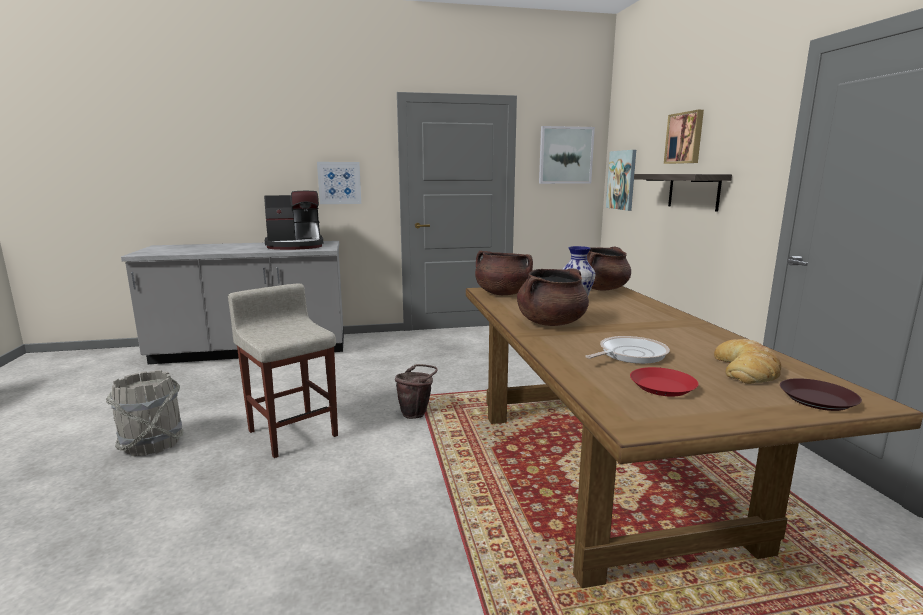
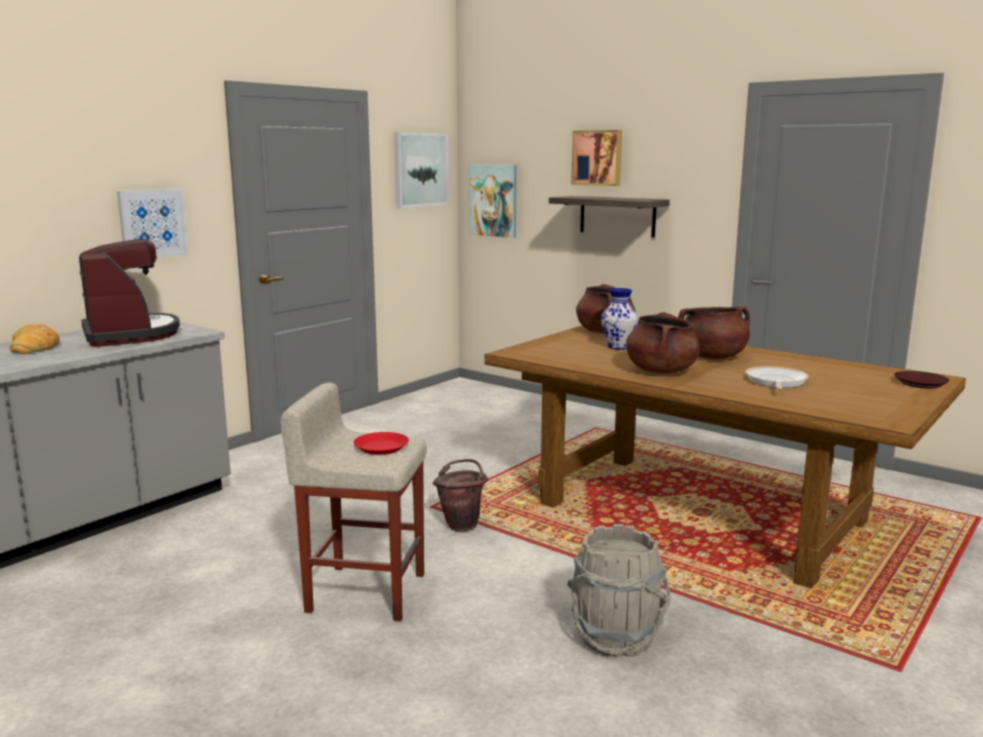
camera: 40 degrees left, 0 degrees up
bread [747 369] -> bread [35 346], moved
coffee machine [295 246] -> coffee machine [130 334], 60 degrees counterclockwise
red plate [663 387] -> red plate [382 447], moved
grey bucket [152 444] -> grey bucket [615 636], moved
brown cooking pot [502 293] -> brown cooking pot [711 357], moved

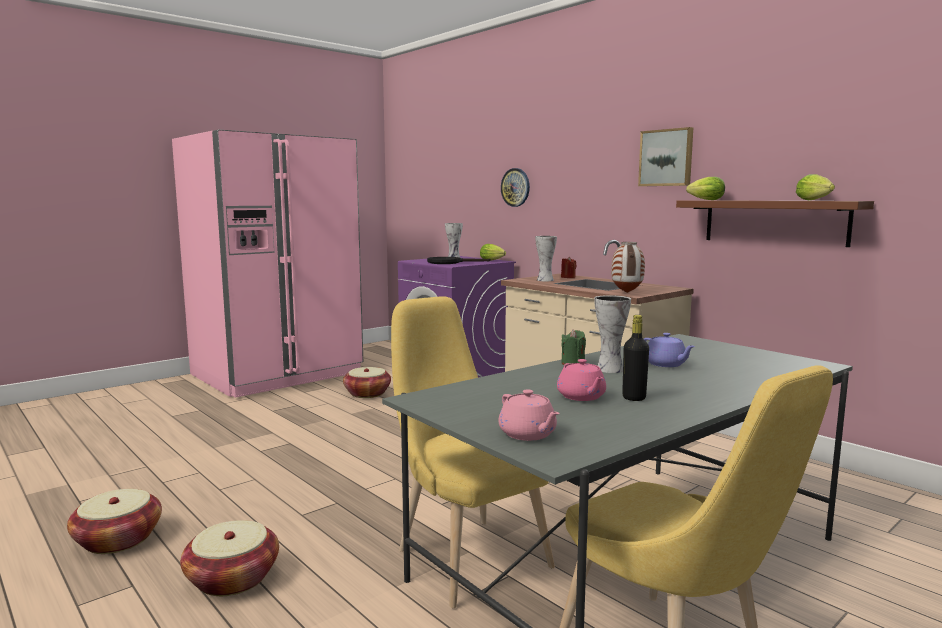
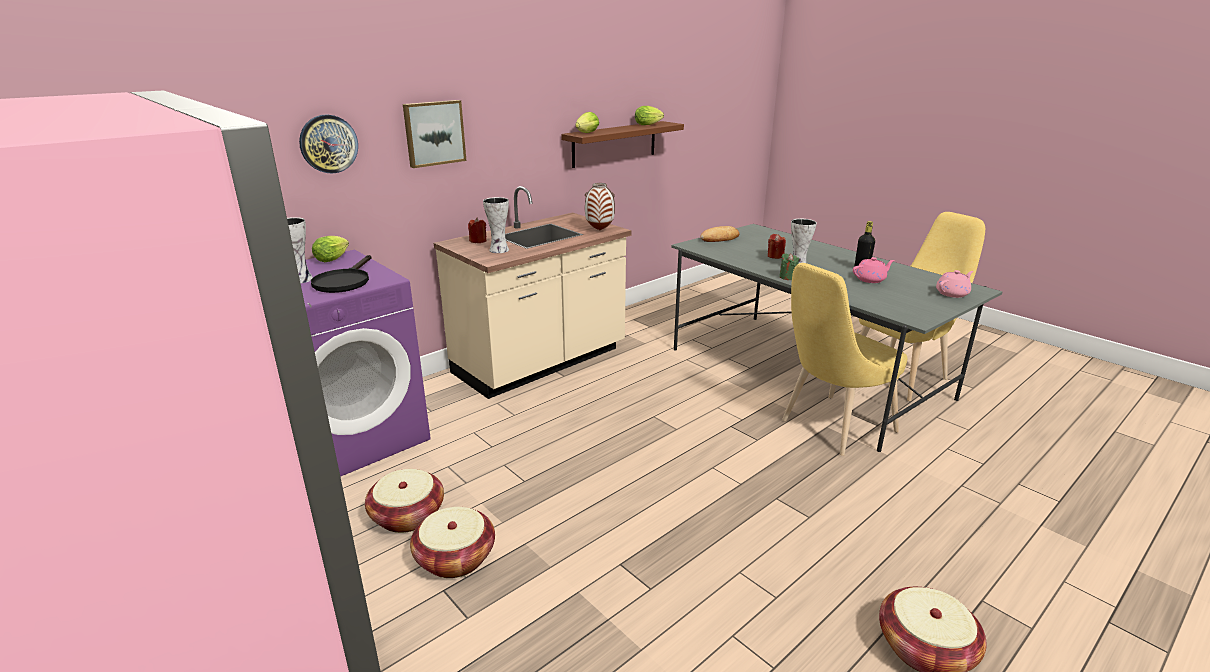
camera: 90 degrees left, 15 degrees up
picture [666 158] -> picture [434 133], moved
basket [232 579] -> basket [455 558], moved
none -> bread [719 238]
purple teapot [666 364] -> red candle [775 256]

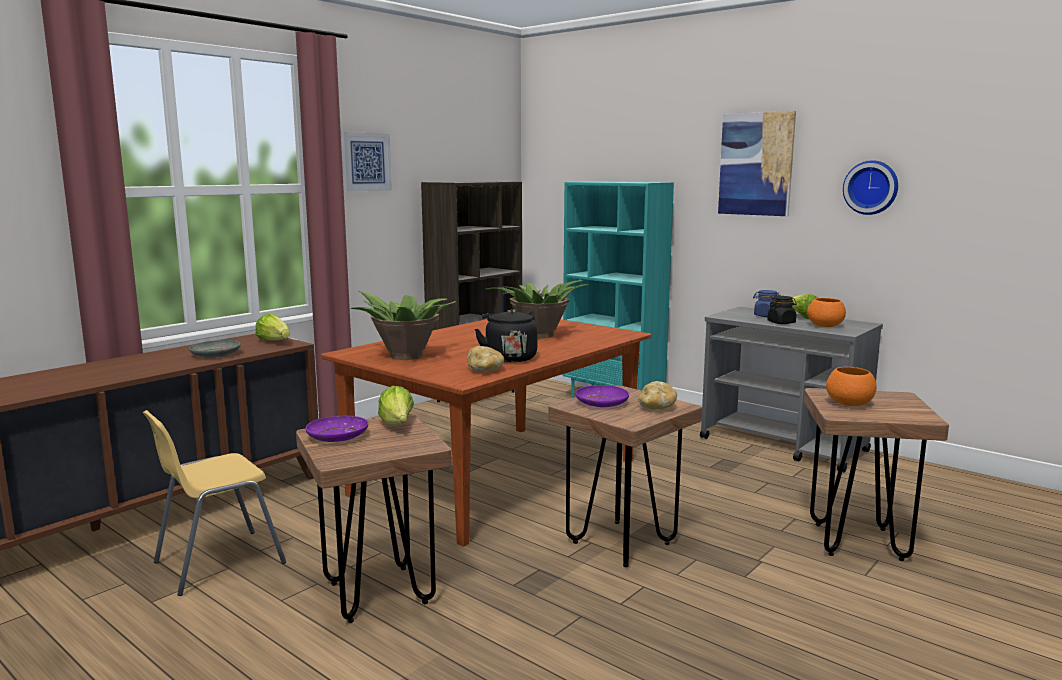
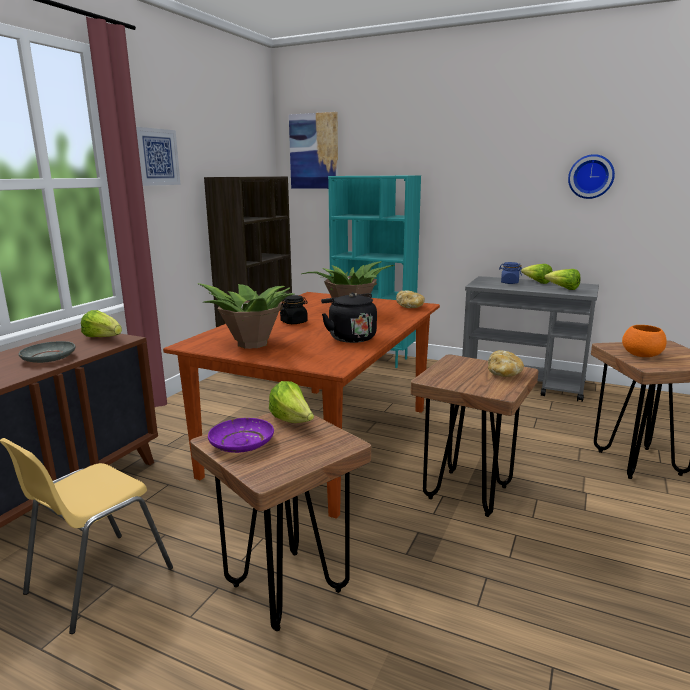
camera: 15 degrees left, 5 degrees up
black jar [781 322] -> black jar [294 322], moved
picture [756 164] -> picture [314 151], moved
bread [485 370] -> bread [410 307], moved
orange bowl [825 326] -> lettuce [563 289]
purple plate [602 403] -> none

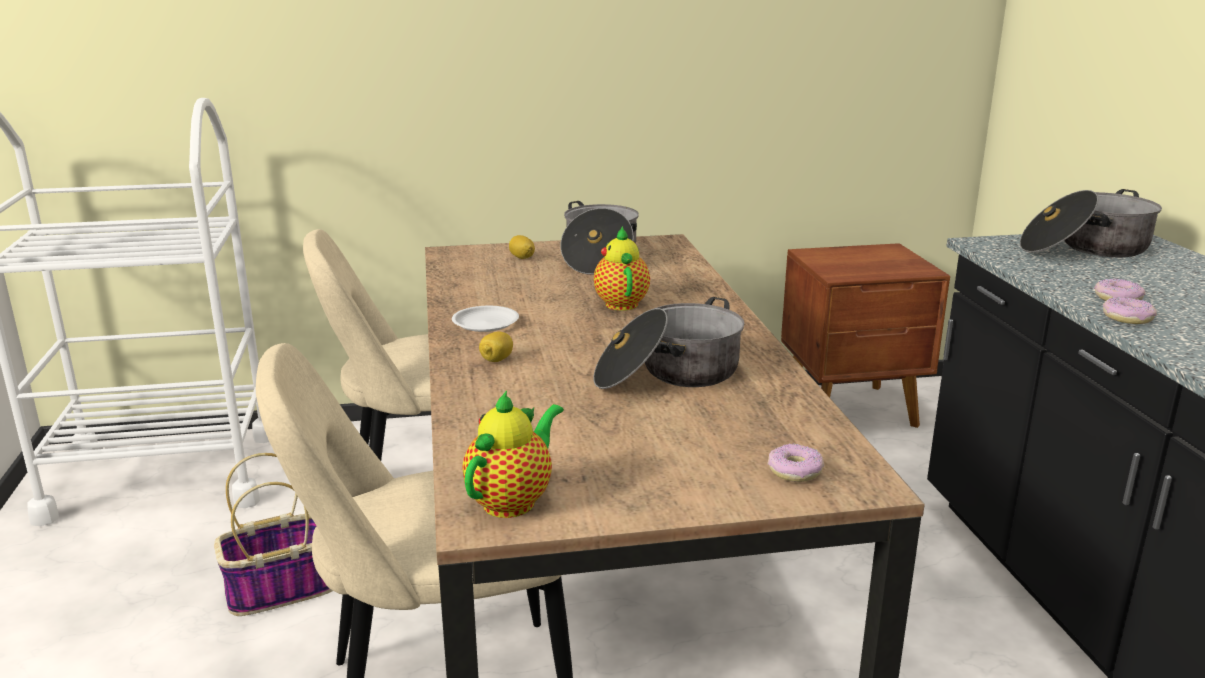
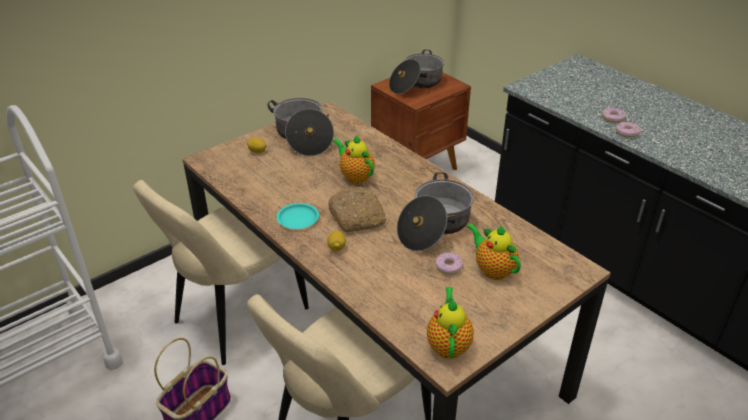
camera: 30 degrees left, 15 degrees up
white plate [485 323] -> turquoise plate [297 218]
none -> bread [357 217]
cooking pot [1085 248] -> cooking pot [416 84], moved
donut [794 471] -> donut [448 267], moved
none -> teapot [492 269]

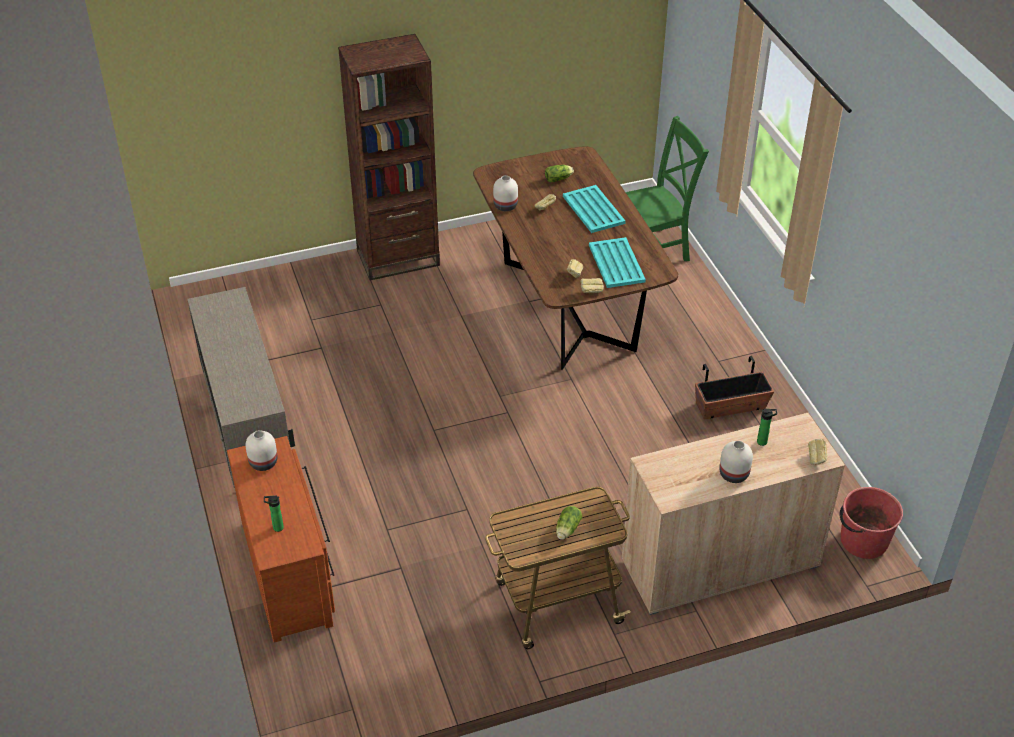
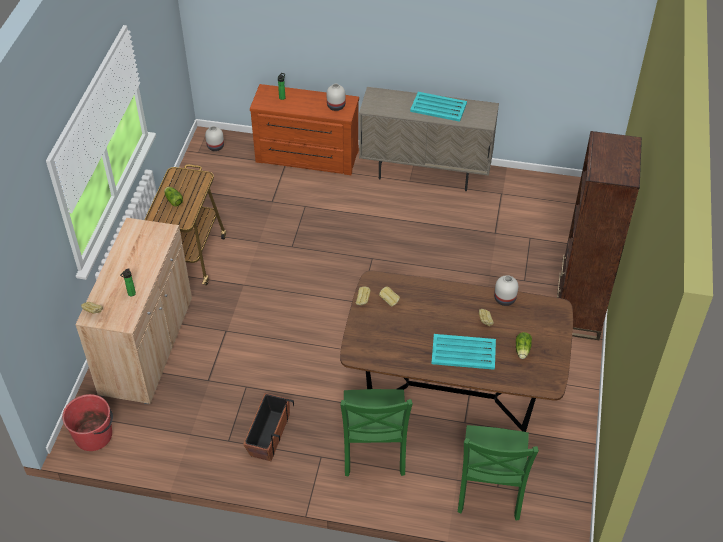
camera: 120 degrees right, 5 degrees up
white vase [734 475] -> white vase [215 146], moved
none -> green chair [373 451]
turquoise tray [616 263] -> turquoise tray [439 107], moved

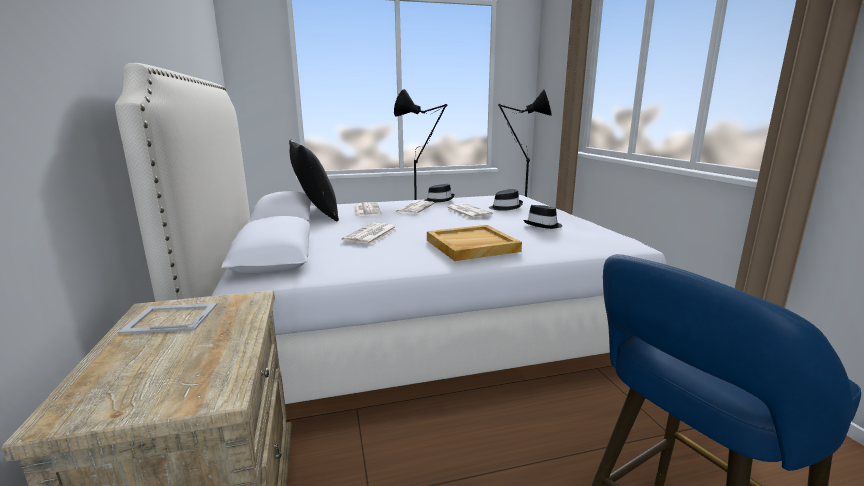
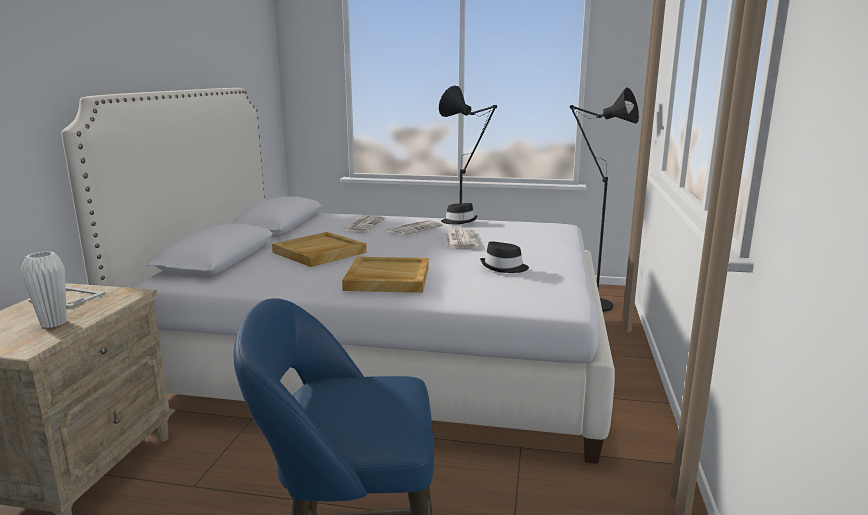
camera: 25 degrees right, 0 degrees up
none -> white vase [53 323]
newspaper [371 235] -> beige tray [319 253]
black pillow [315 214] -> none
black hat [505 207] -> none

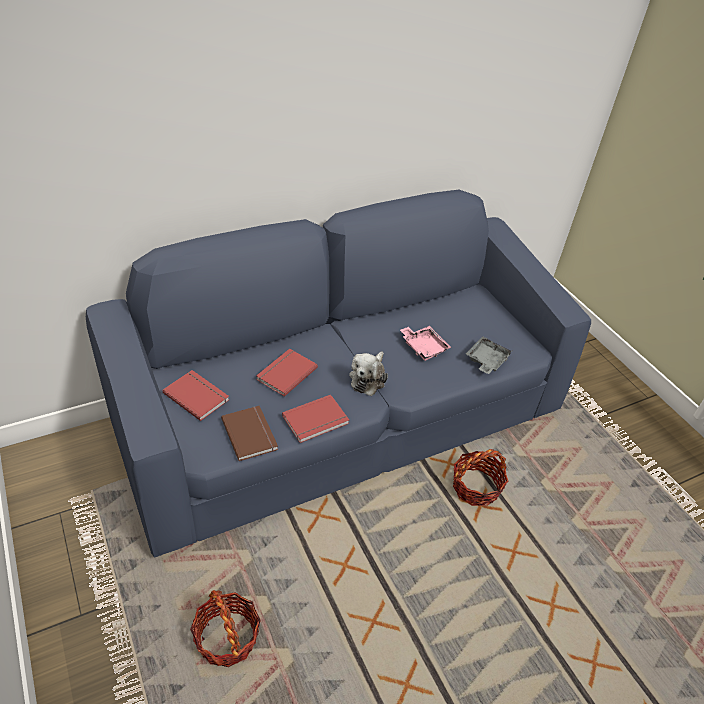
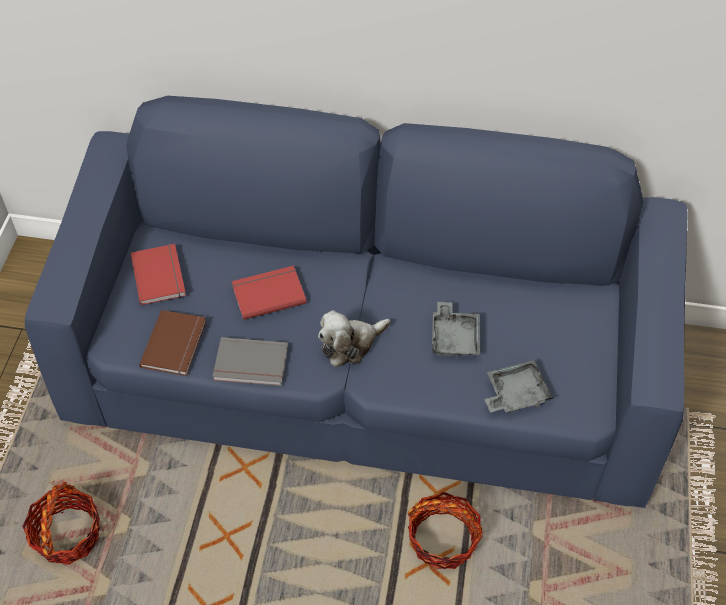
camera: 40 degrees right, 10 degrees up
red book [316 421] -> grey book [251 365]
pink tray [423 347] -> grey tray [454 337]

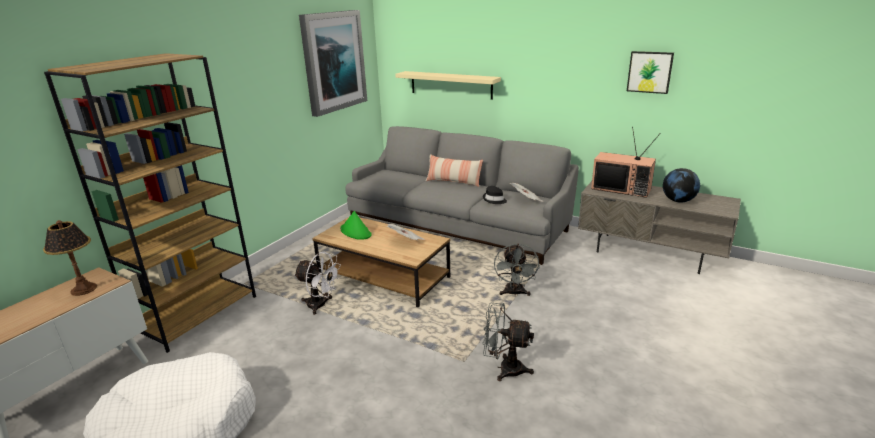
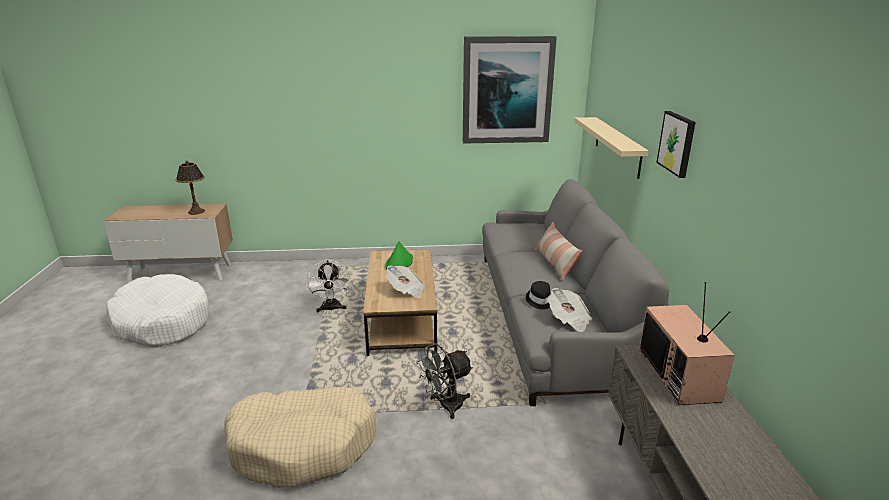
camera: 55 degrees right, 0 degrees up
grey fan [504 368] -> beige dog bed [303 445]
picture [650 72] -> picture [677 143], moved
brown bookcase [198 314] -> none
globe [678 201] -> none

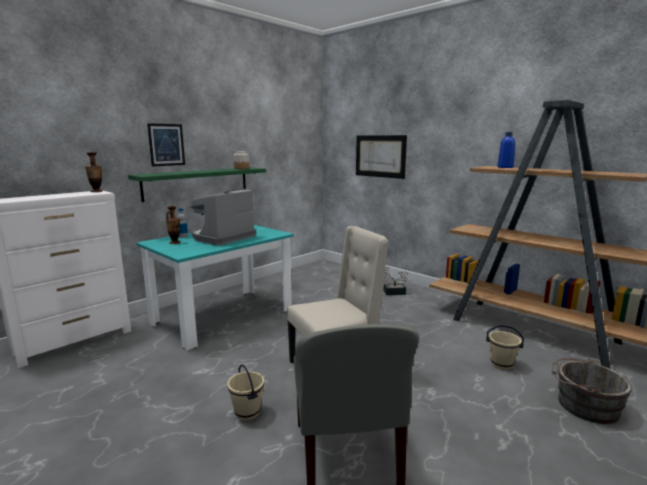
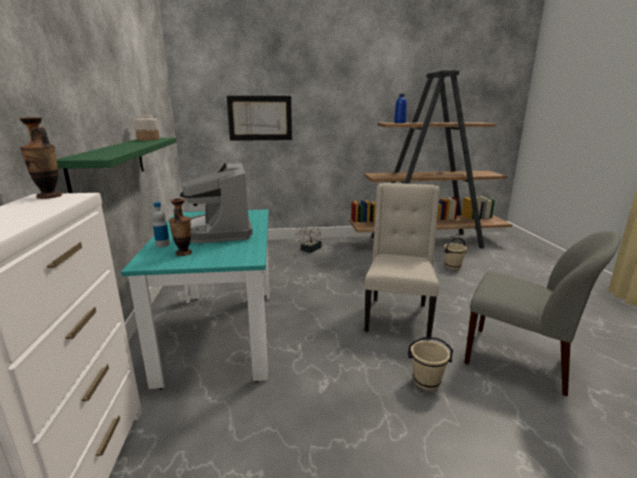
camera: 50 degrees left, 5 degrees up
picture [166 145] -> none
grey bucket [583 405] -> none

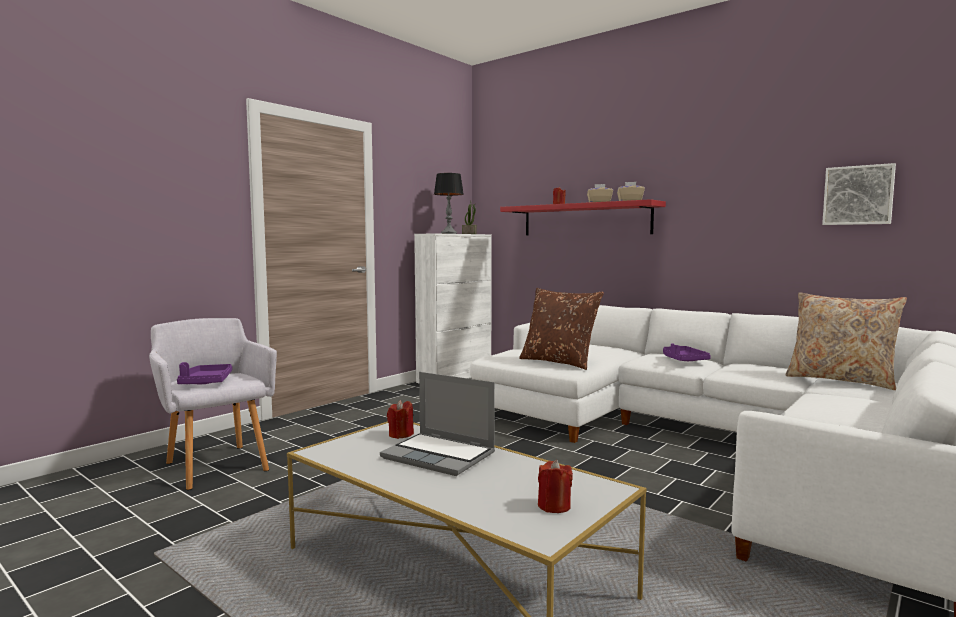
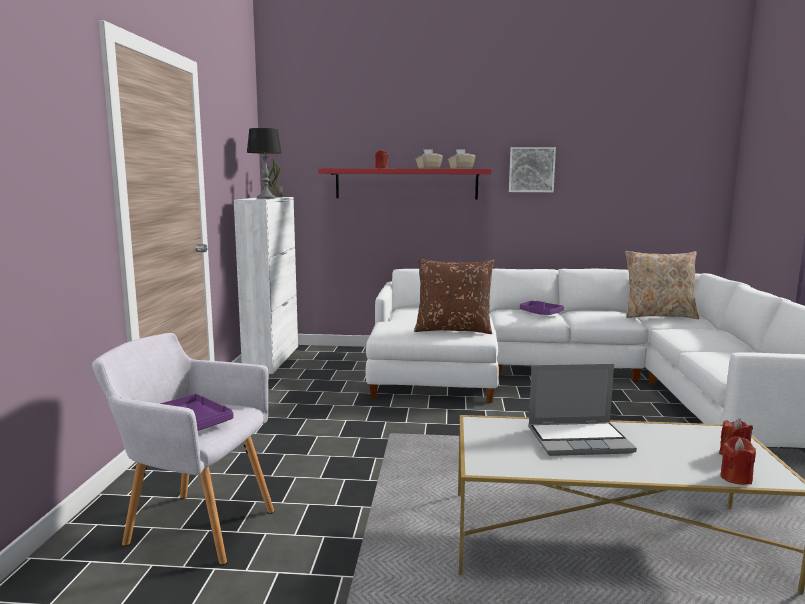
camera: 35 degrees left, 5 degrees up
picture [858 195] -> picture [531 169], moved
red candle [400 435] -> red candle [736 478], moved

